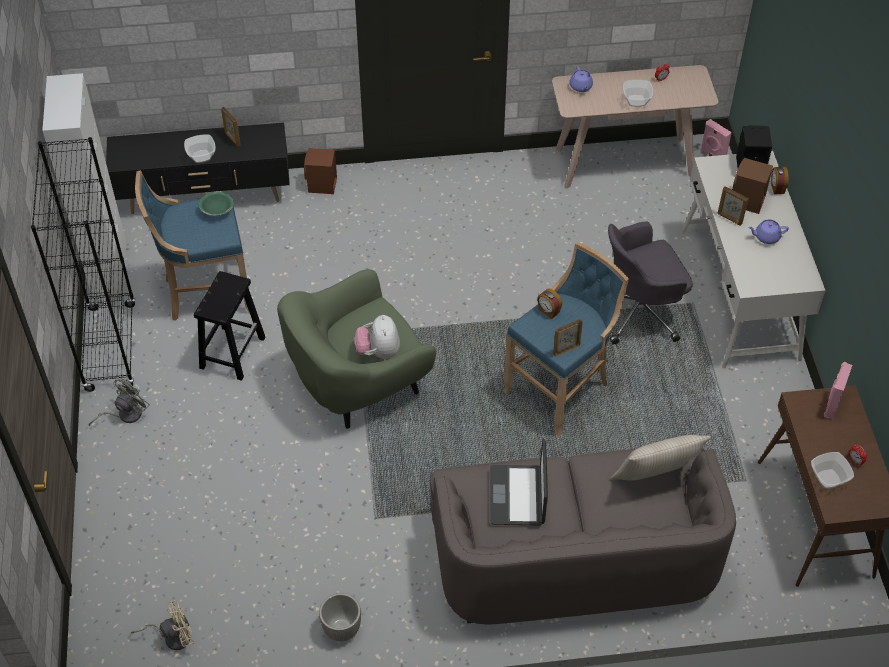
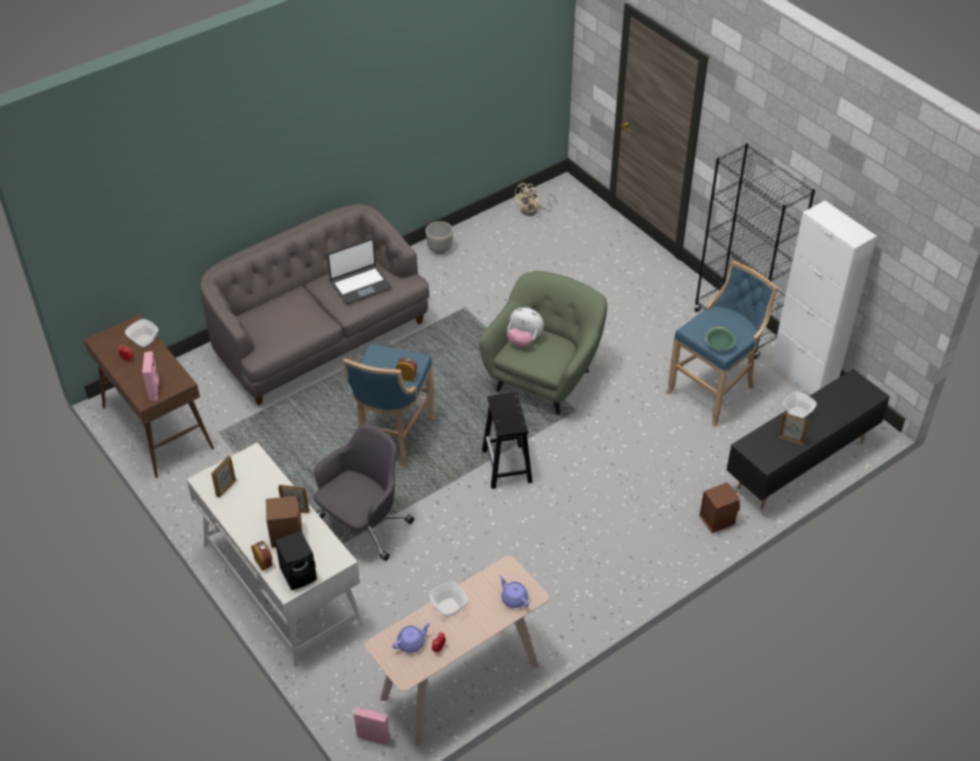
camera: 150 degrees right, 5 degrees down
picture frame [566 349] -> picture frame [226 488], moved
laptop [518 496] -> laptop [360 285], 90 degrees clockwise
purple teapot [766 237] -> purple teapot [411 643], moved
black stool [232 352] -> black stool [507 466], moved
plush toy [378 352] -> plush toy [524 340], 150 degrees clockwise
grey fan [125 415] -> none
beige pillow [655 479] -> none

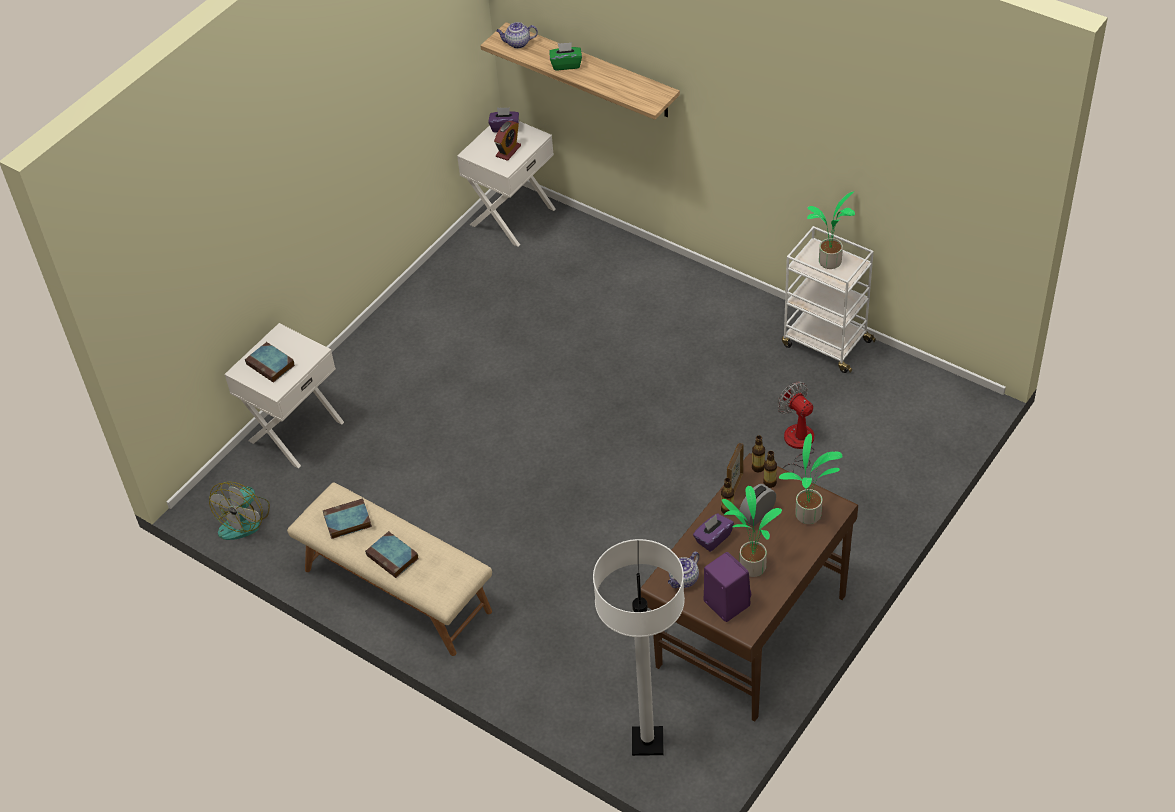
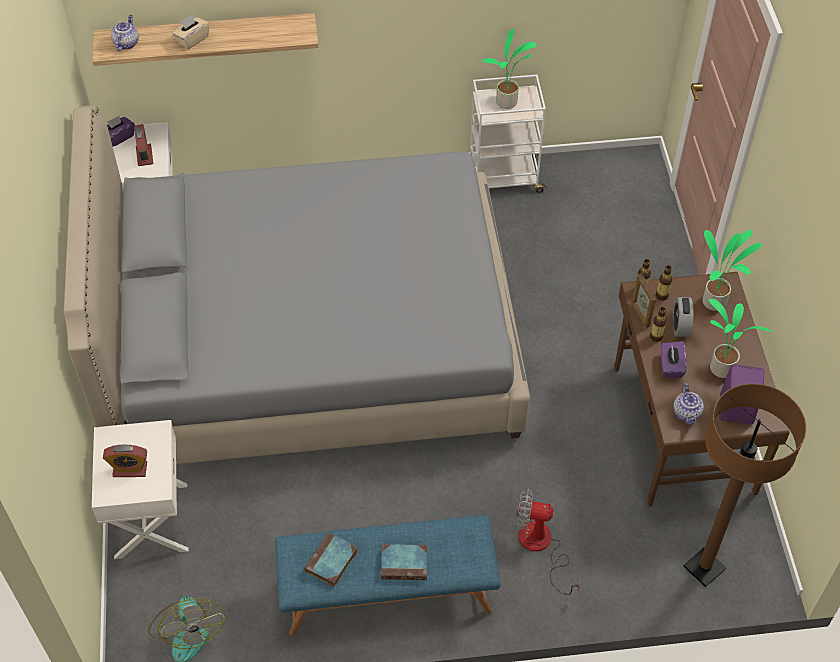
camera: 45 degrees left, 5 degrees up
none -> grey bed [311 343]
book [271 365] -> alarm clock [130 469]
teapot [517 43] -> teapot [126 43], 150 degrees clockwise
green tissue box [566 64] -> beige tissue box [192 39]
beige bench [396 591] -> blue bench [387 595]
fan [797 446] -> fan [541 547], moved
white floor lamp [647 742] -> brown floor lamp [704 568]

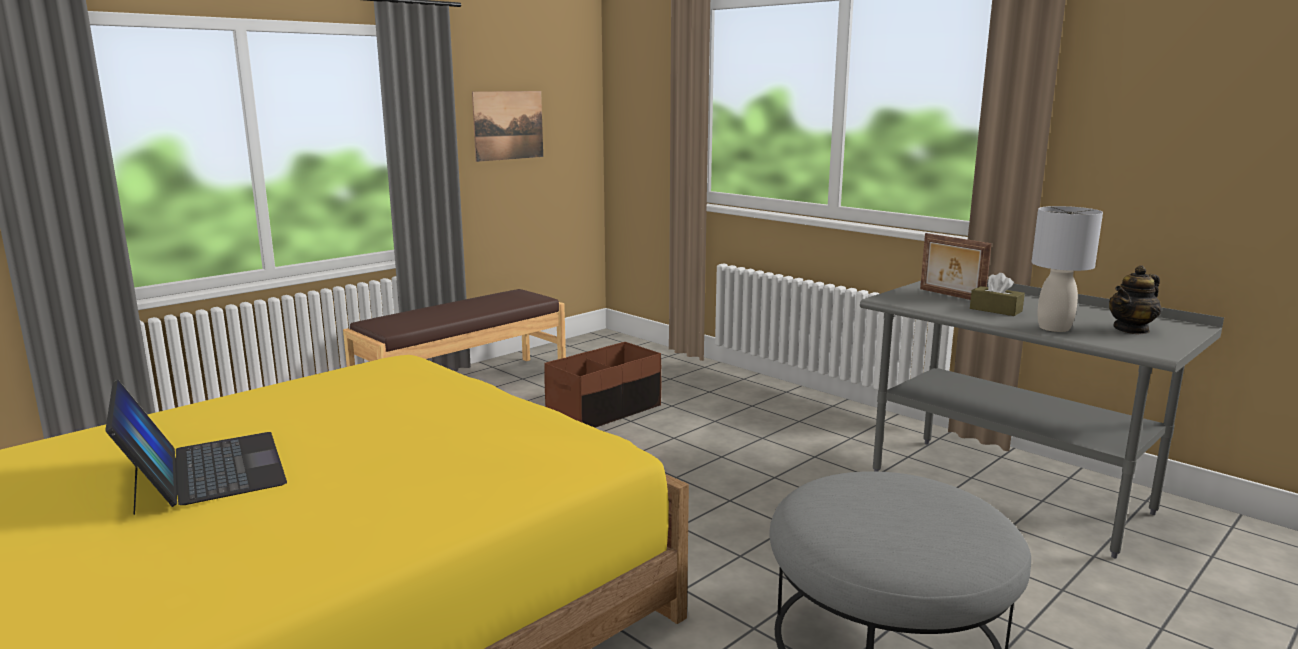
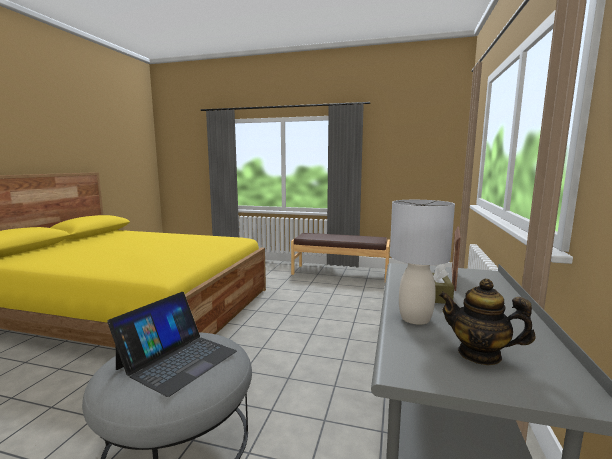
camera: 60 degrees right, 5 degrees down
laptop [204 471] -> laptop [177 359], moved
picture [508 125] -> none
brown storage box [605 411] -> none

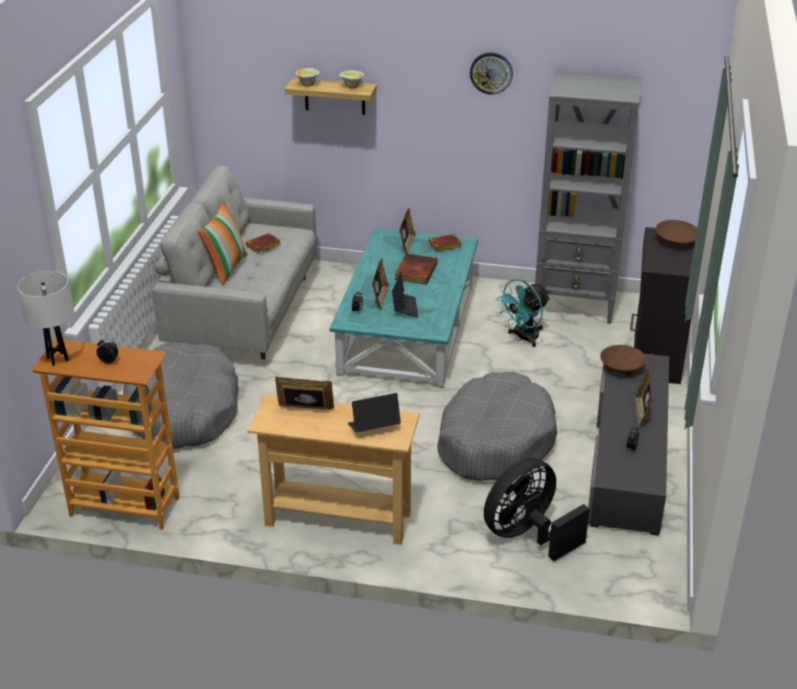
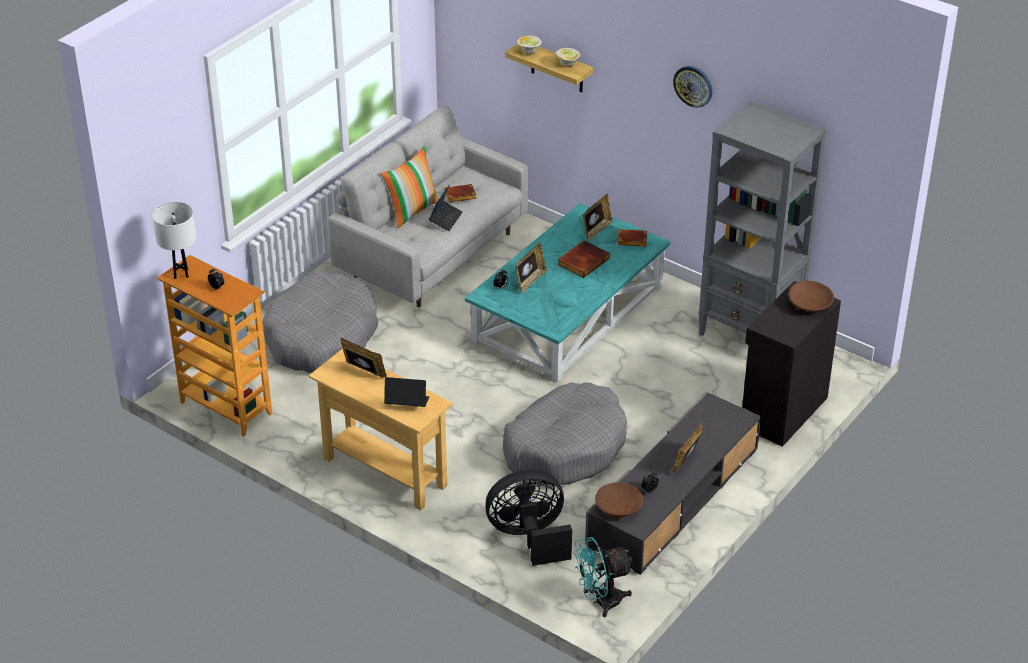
camera: 25 degrees right, 5 degrees up
laptop [404 307] -> laptop [445 219], moved
turquoise fan [523 338] -> turquoise fan [601 601], moved
brown bowl [621 367] -> brown bowl [618 507], moved

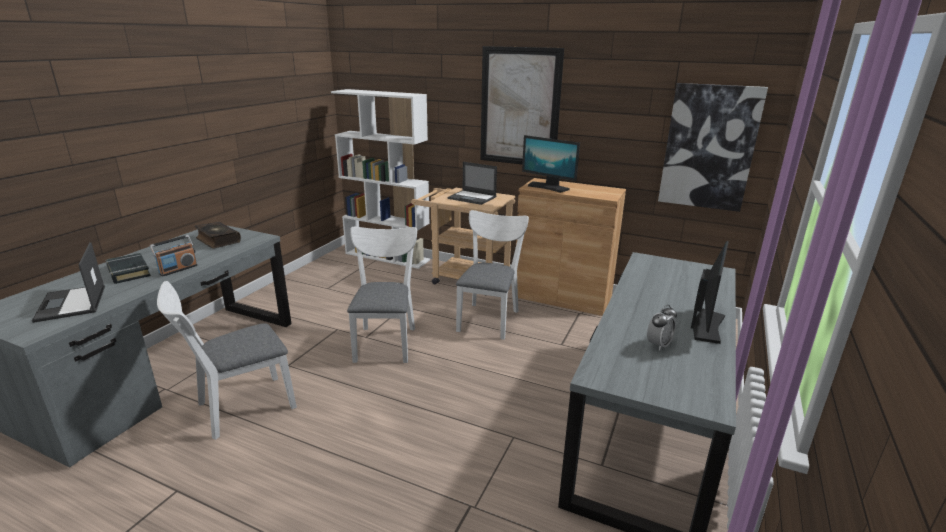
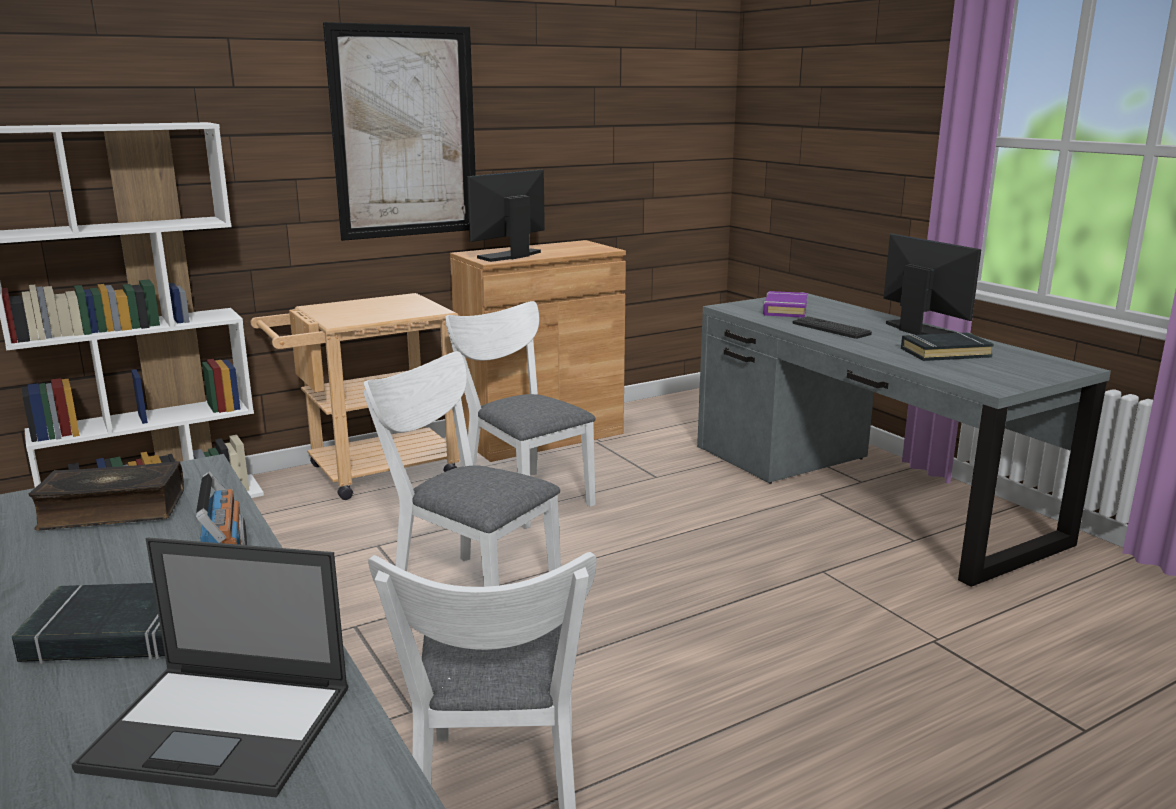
camera: 55 degrees left, 5 degrees down
monitor [548 187] -> monitor [510 256], 150 degrees clockwise
none -> purple book [785 309]
none -> keyboard [831 329]
alarm clock [659 345] -> black book [945 353]
laptop [472 198] -> none
picture [709 147] -> none

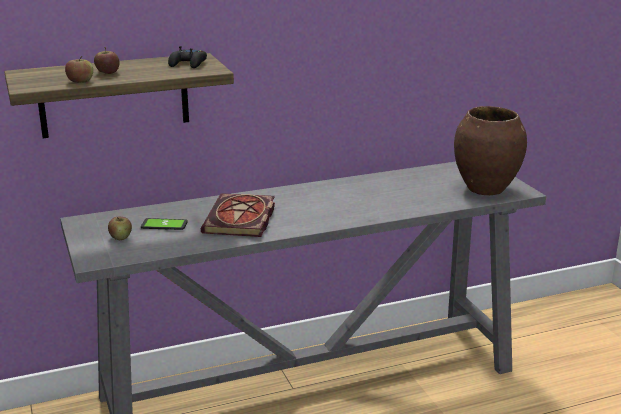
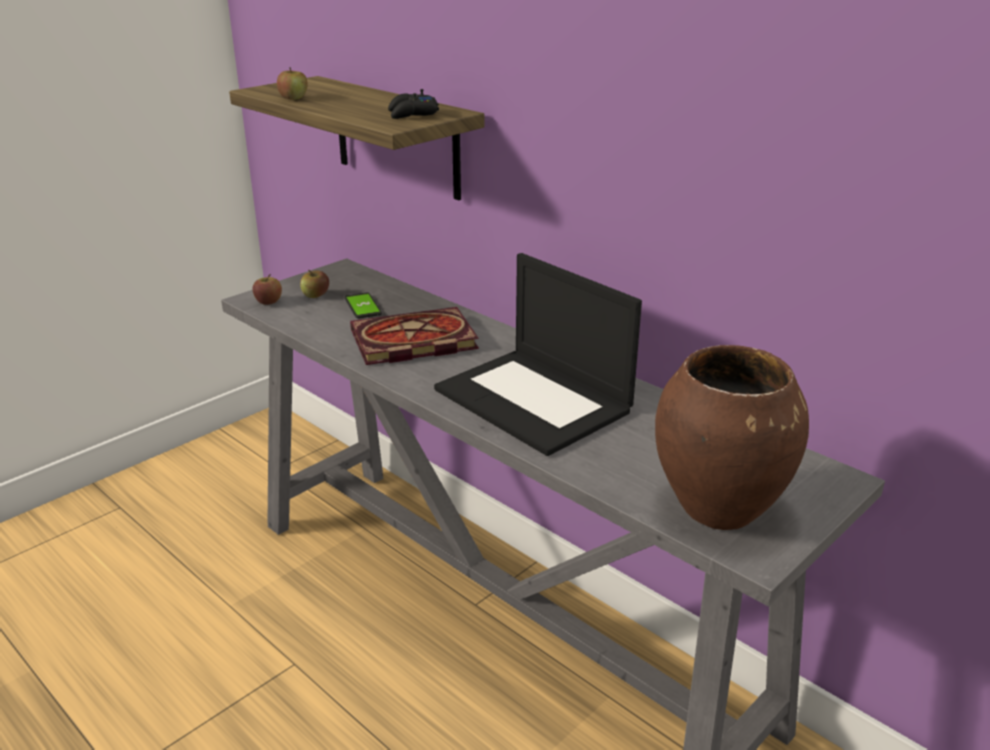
camera: 65 degrees right, 5 degrees up
apple [107 72] -> apple [268 302], moved
none -> laptop [535 400]

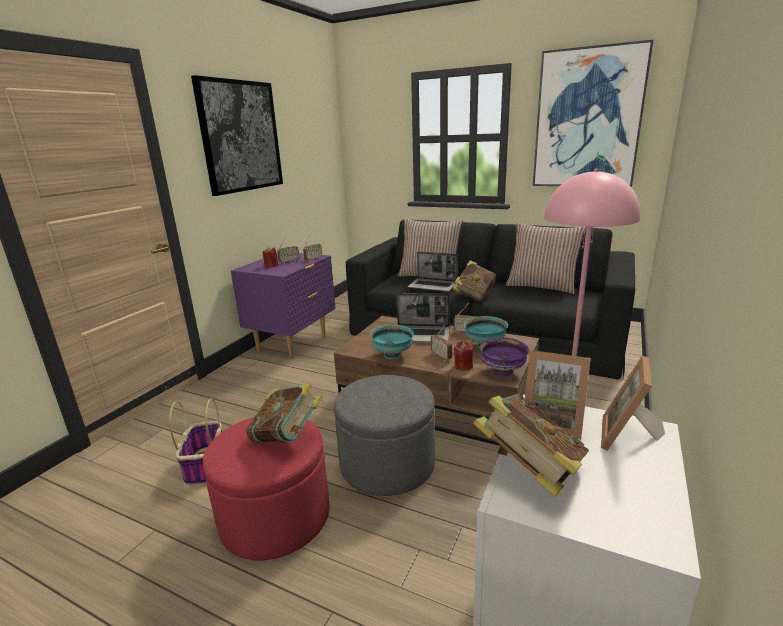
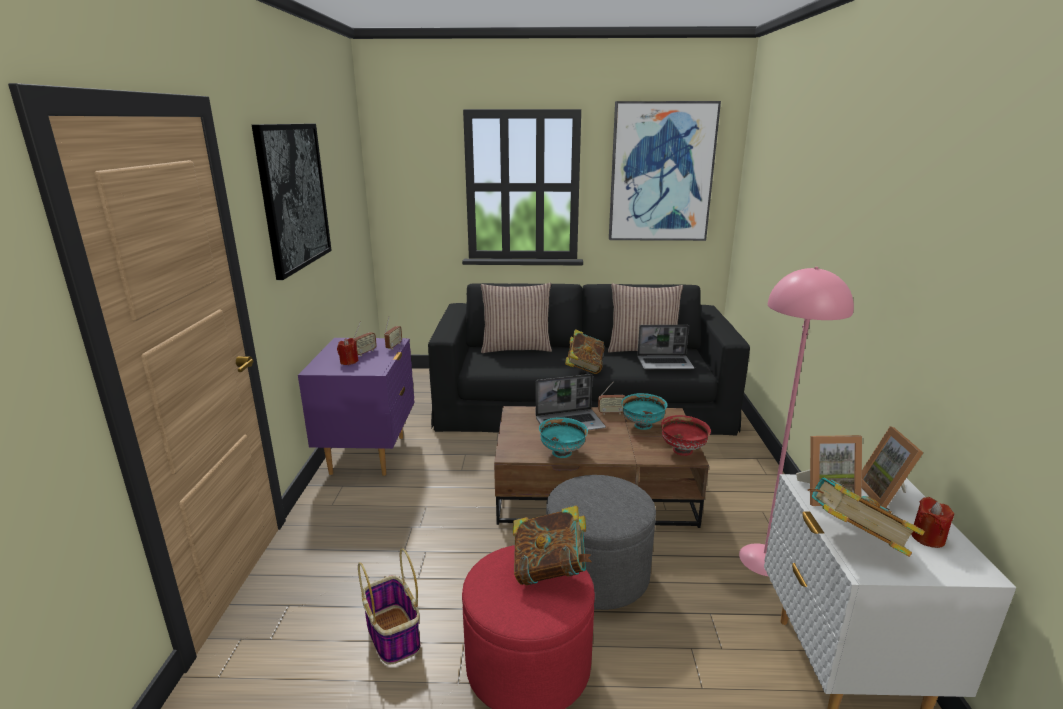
camera: 25 degrees left, 0 degrees up
laptop [433 286] -> laptop [665 363], moved
purple bowl [503 372] -> red bowl [683 451]
red candle [463 366] -> red candle [927 538], moved
radio [441 356] -> none

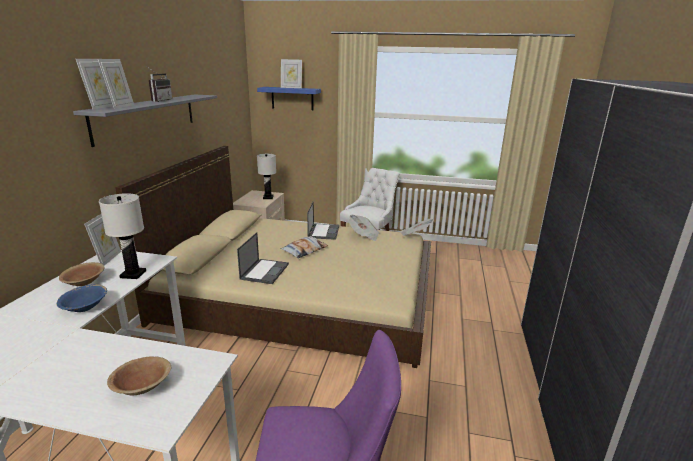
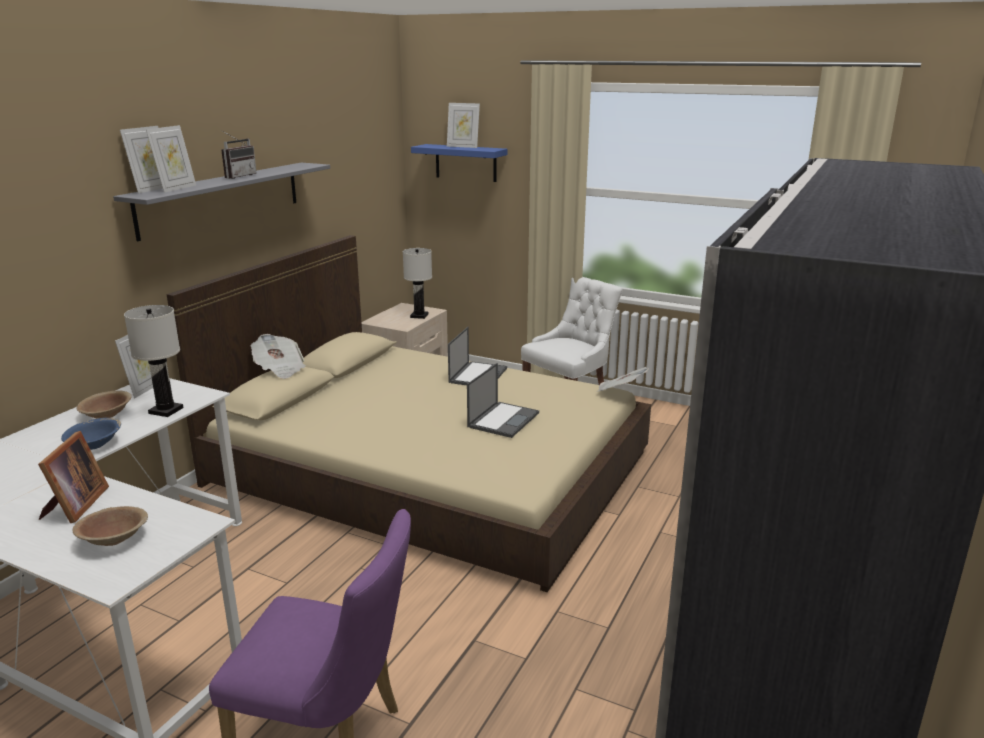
camera: 15 degrees right, 0 degrees up
none -> picture frame [74 506]
newspaper [364 235] -> newspaper [279 369], moved
laptop [264 271] -> laptop [503 419], moved
pillow [304 250] -> none

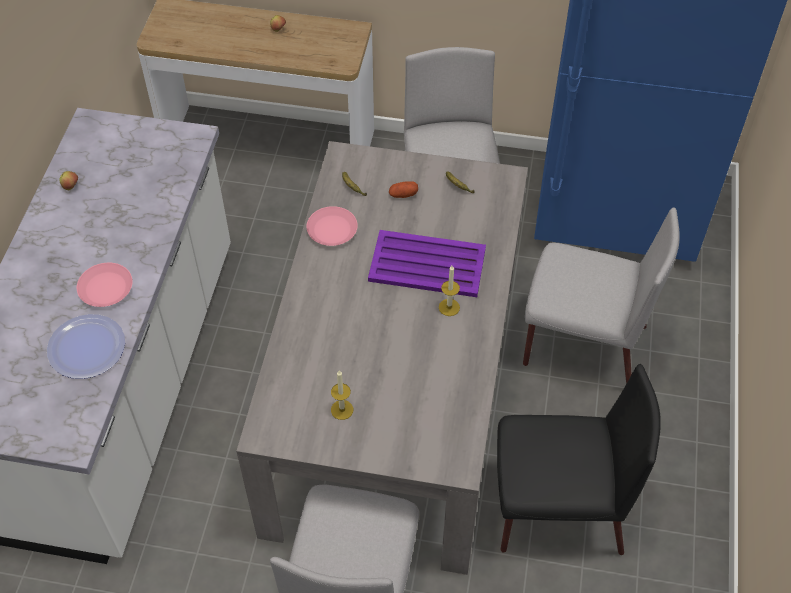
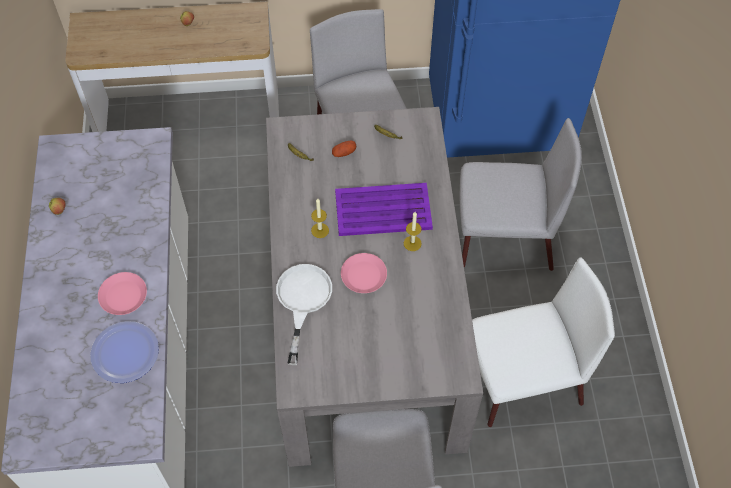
camera: 15 degrees left, 5 degrees up
none -> white frying pan [302 301]
candle [342 410] -> candle [320 230], moved
pink plate [331 230] -> pink plate [363 276], moved
black chair [556 510] -> white chair [521 382]

